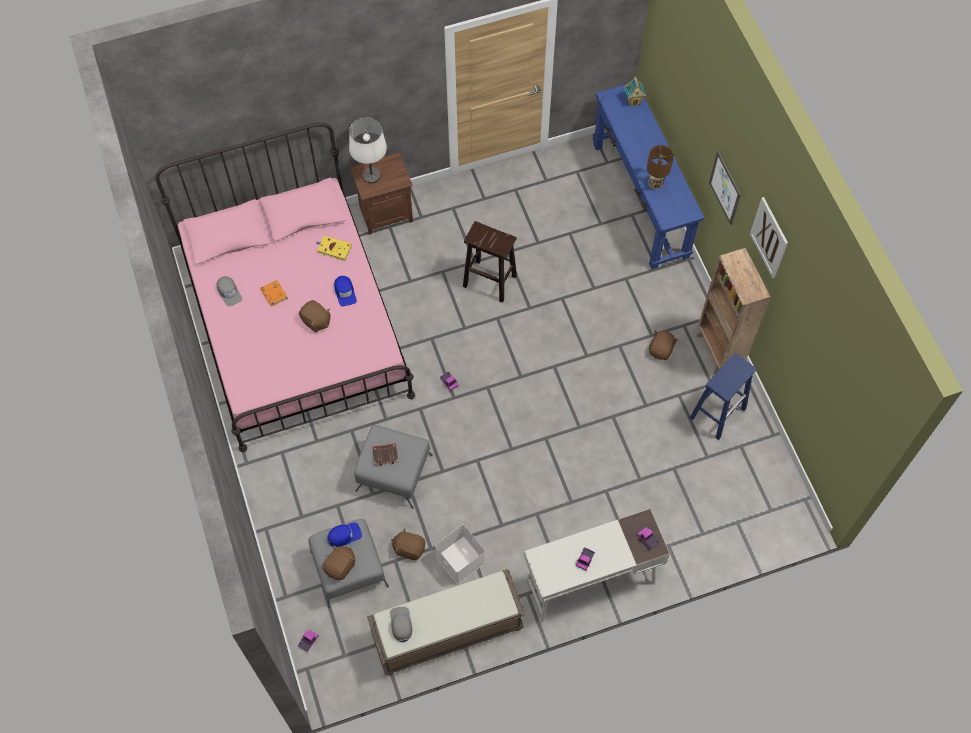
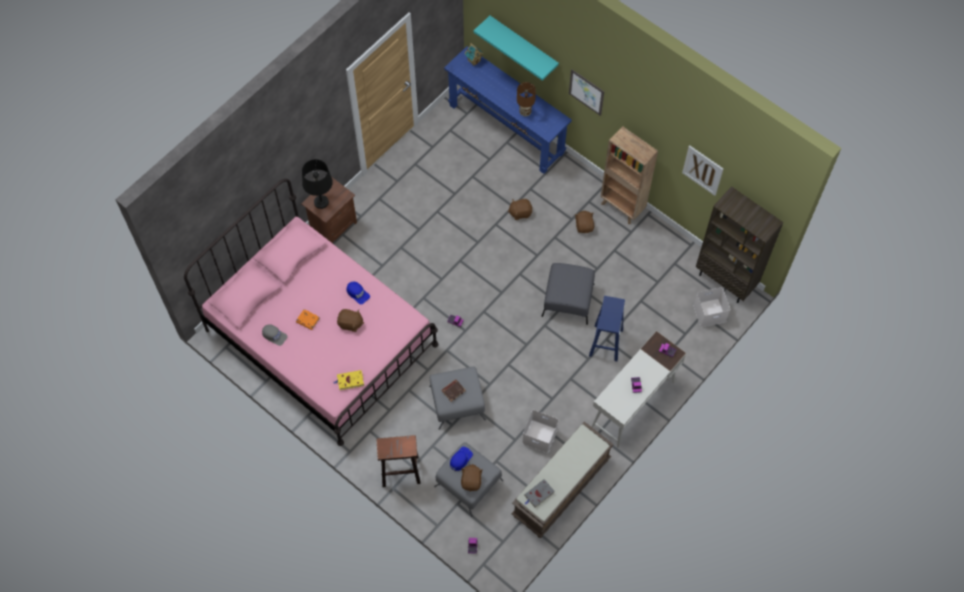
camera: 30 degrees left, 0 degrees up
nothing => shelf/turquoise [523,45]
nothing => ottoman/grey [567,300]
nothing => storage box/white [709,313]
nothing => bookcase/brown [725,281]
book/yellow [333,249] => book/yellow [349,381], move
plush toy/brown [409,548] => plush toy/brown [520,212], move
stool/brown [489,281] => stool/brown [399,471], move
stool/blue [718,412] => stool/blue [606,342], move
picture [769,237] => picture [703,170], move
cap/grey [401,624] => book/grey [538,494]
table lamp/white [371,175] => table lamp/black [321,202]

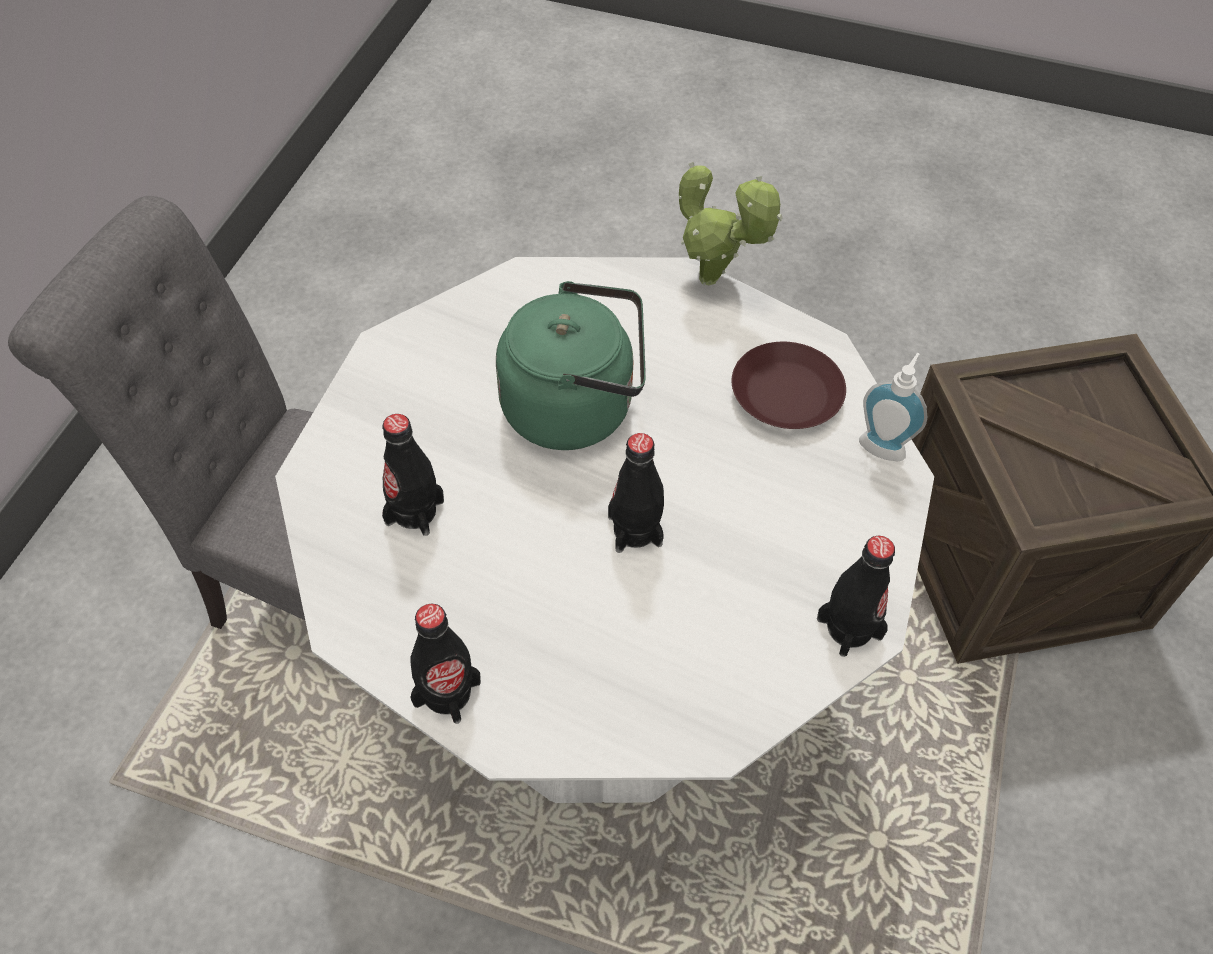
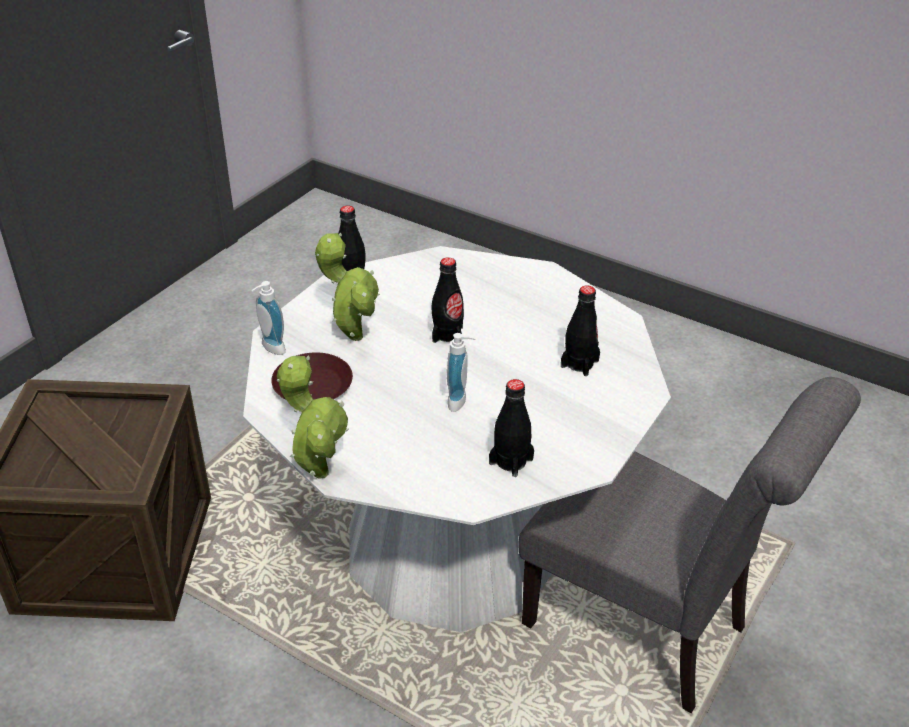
camera: 165 degrees left, 15 degrees down
nothing => potted plant [352,334]
bottle/black [447,693] => bottle/black [511,461], move
kettle/green [576,407] => soap dispenser [460,401]

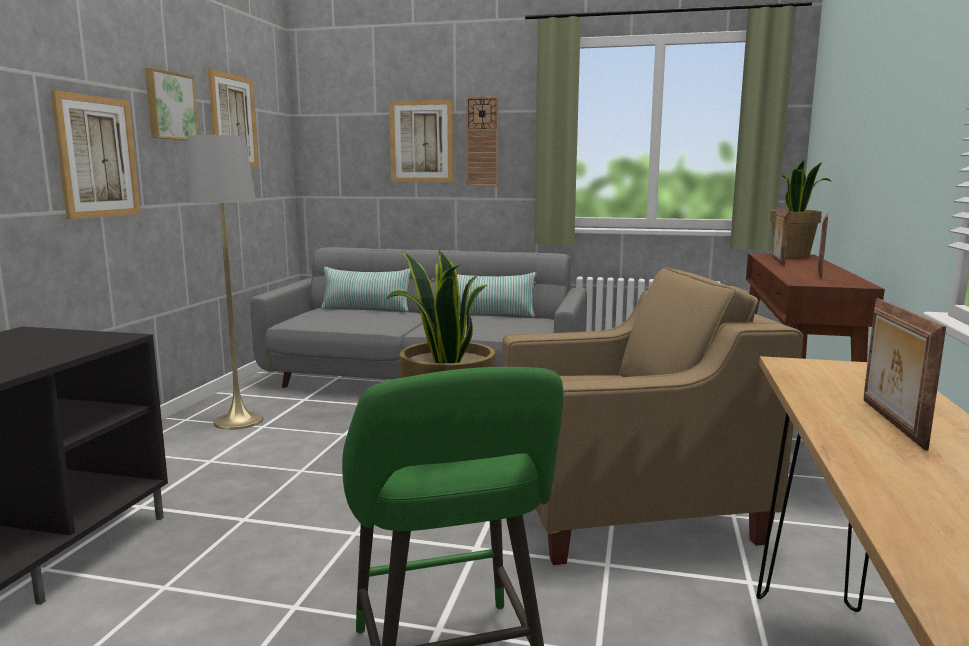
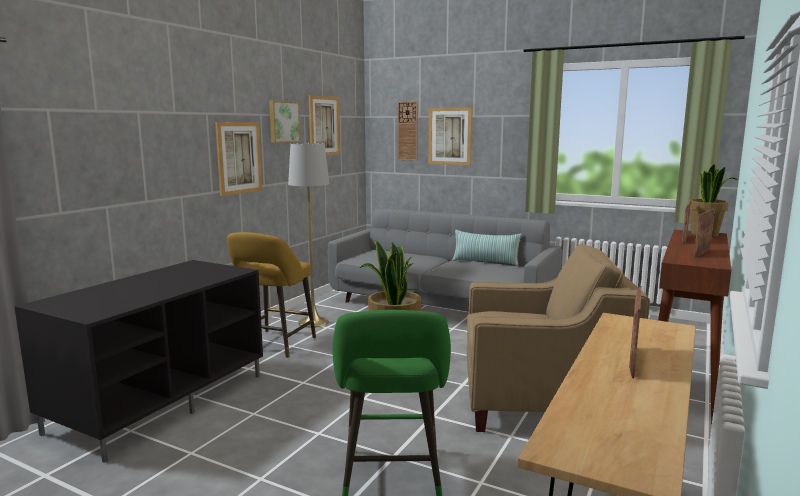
camera: 15 degrees right, 0 degrees up
pillow [366,309] => nothing
nothing => stool/yellow [274,345]
wall clock [482,142] => wall clock [408,131], move

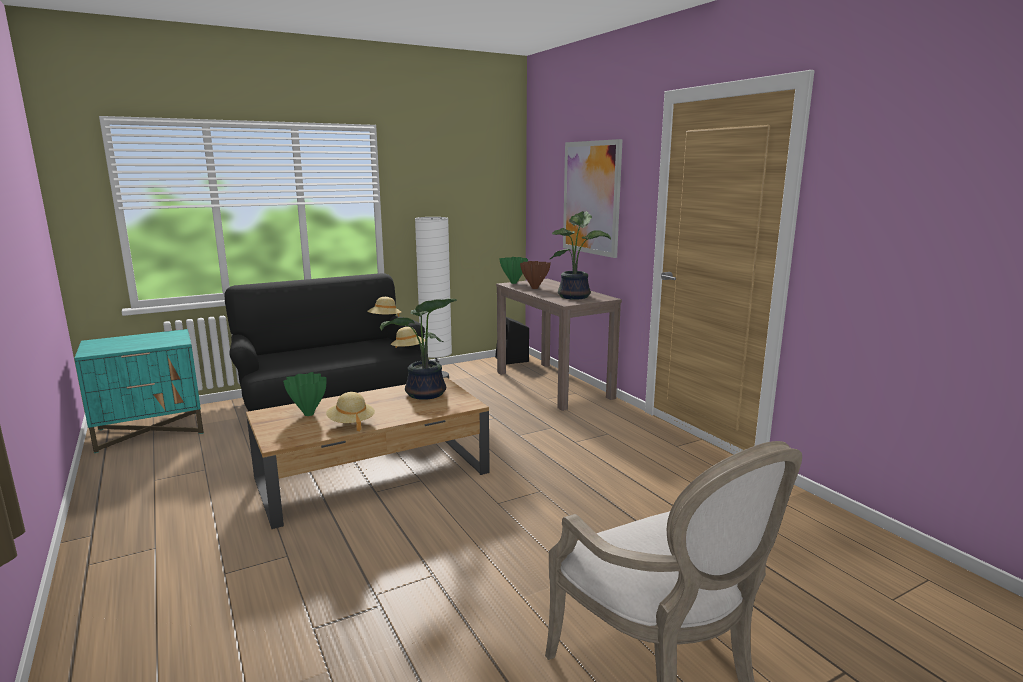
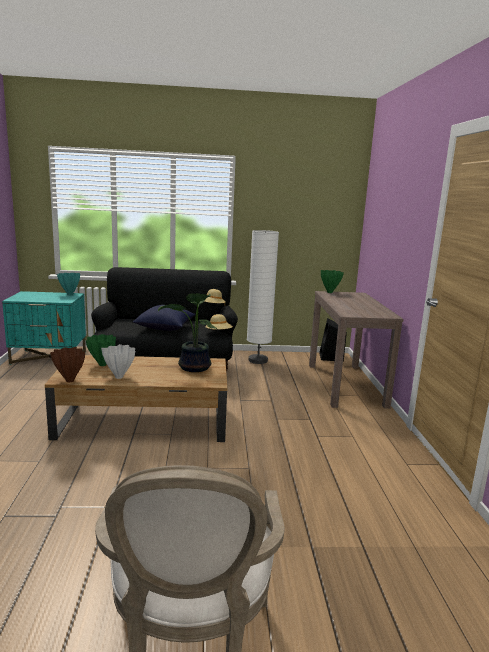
camera: 25 degrees right, 0 degrees up
potted plant [576,296] => nothing
picture [591,198] => nothing
nothing => vase/turquoise [69,294]
nothing => pillow/blue [164,328]
vase/brown [534,288] => vase/brown [69,380], move
hat/beige [351,423] => vase/white [119,377]

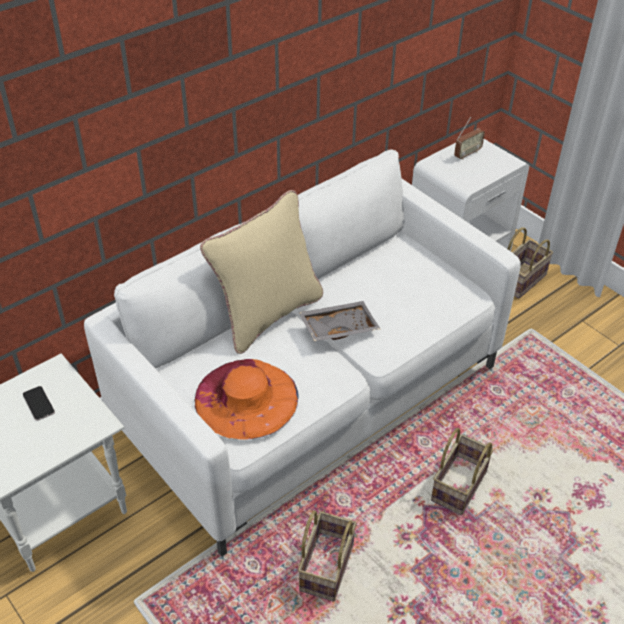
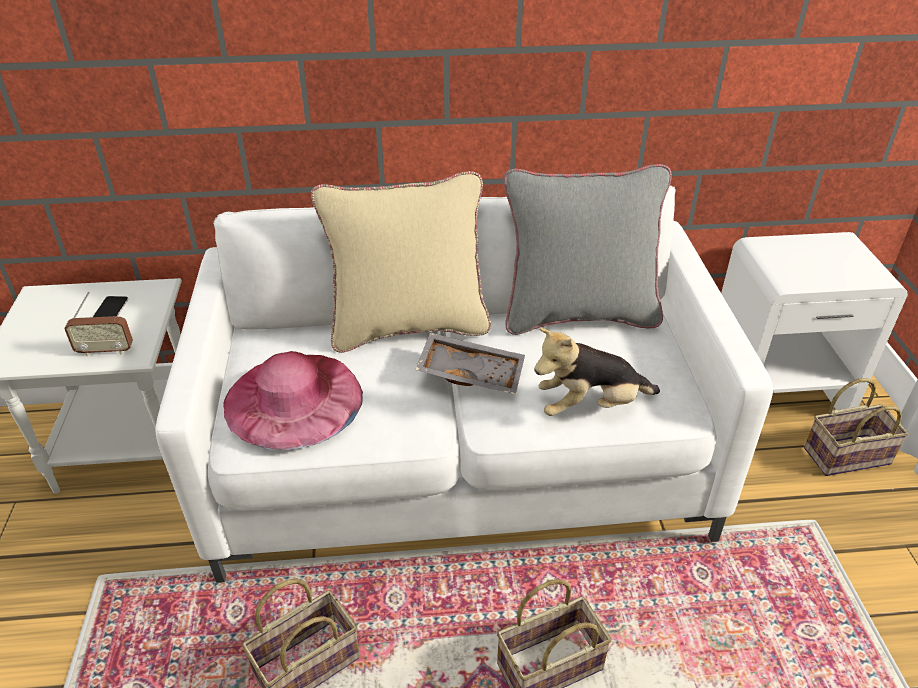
camera: 35 degrees right, 5 degrees down
nothing => pillow/grey [578,315]
nothing => plush toy [590,406]
radio [467,154] => radio [105,351], move
hat/orange [246,398] => hat/pink [293,399]

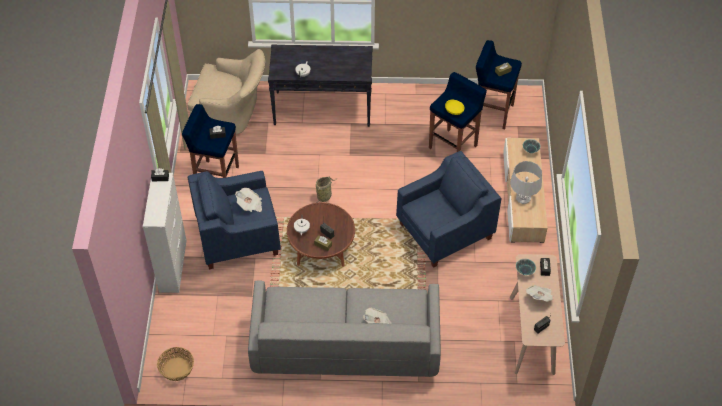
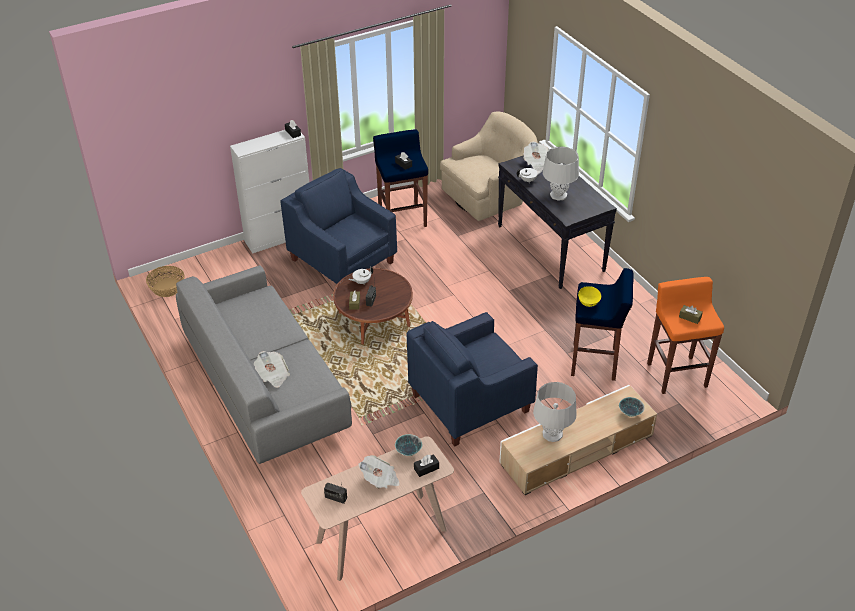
camera: 60 degrees right, 10 degrees down
basket [324,196] => nothing
nothing => table lamp/grey [558,195]
newspaper [250,205] => newspaper [536,163], move
stool/blue [492,113] => stool/orange [676,374]
armchair/beige [232,111] => armchair/beige [488,195], 105 degrees counterclockwise
armchair/blue [445,231] => armchair/blue [470,403], 120 degrees clockwise

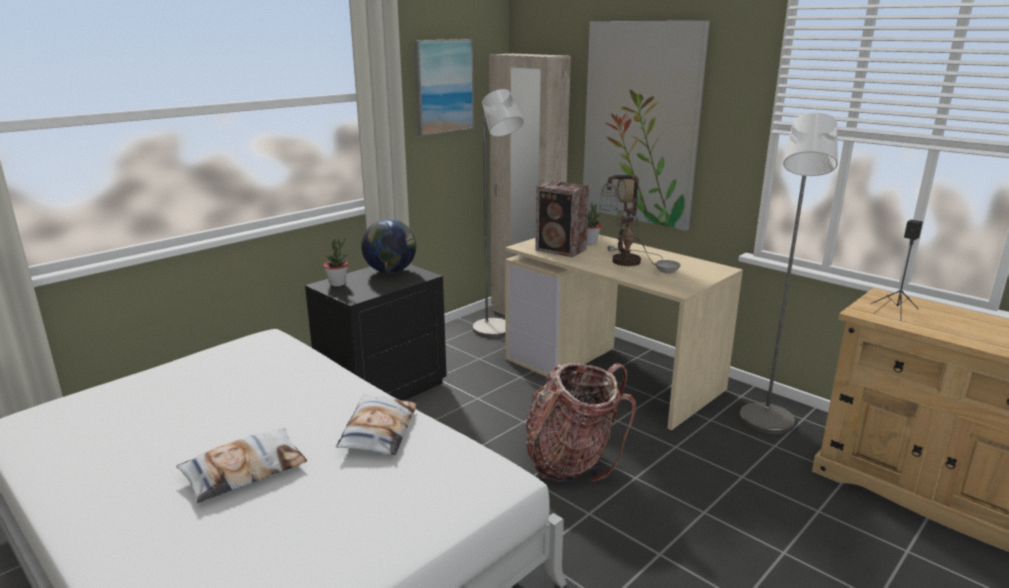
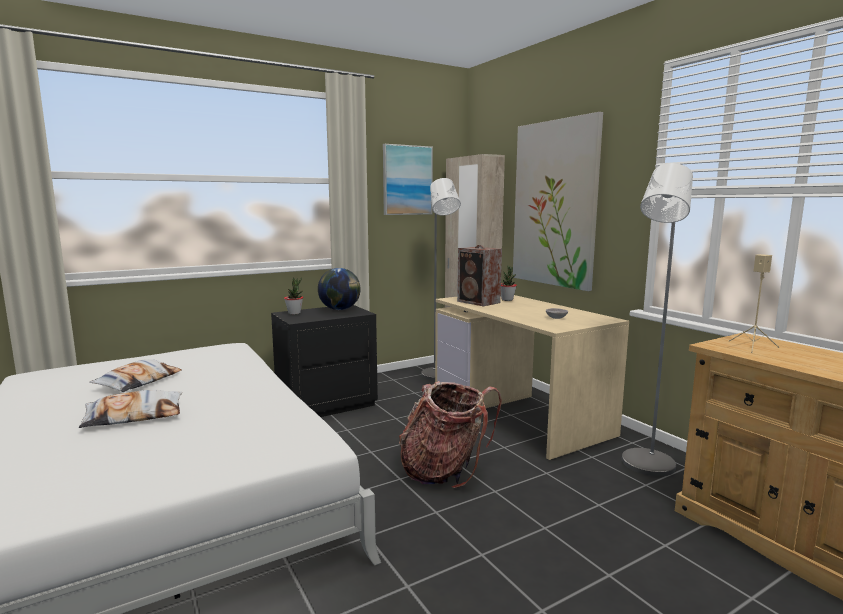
camera: 15 degrees right, 10 degrees down
table lamp [625,262] => nothing
pillow [378,431] => pillow [138,382], move
speaker/black [896,310] => speaker/beige [753,347]

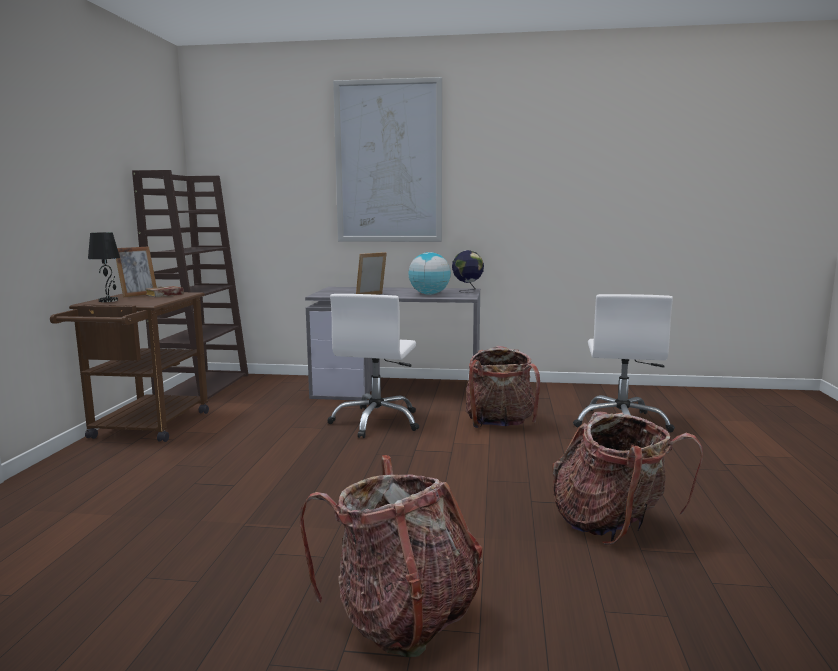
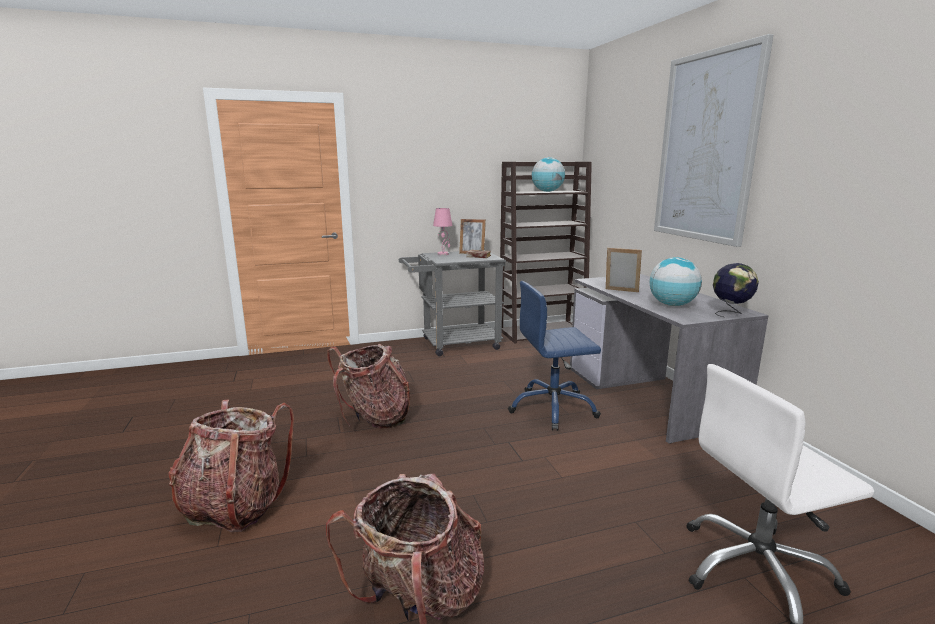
camera: 65 degrees right, 5 degrees up
nothing => globe [547,191]
backpack [499,423] => backpack [375,418], move
cart/brown [145,428] => cart/grey [453,344]
table lamp/black [108,300] => table lamp/pink [443,254]
office chair/white [377,422] => office chair/blue [553,408]

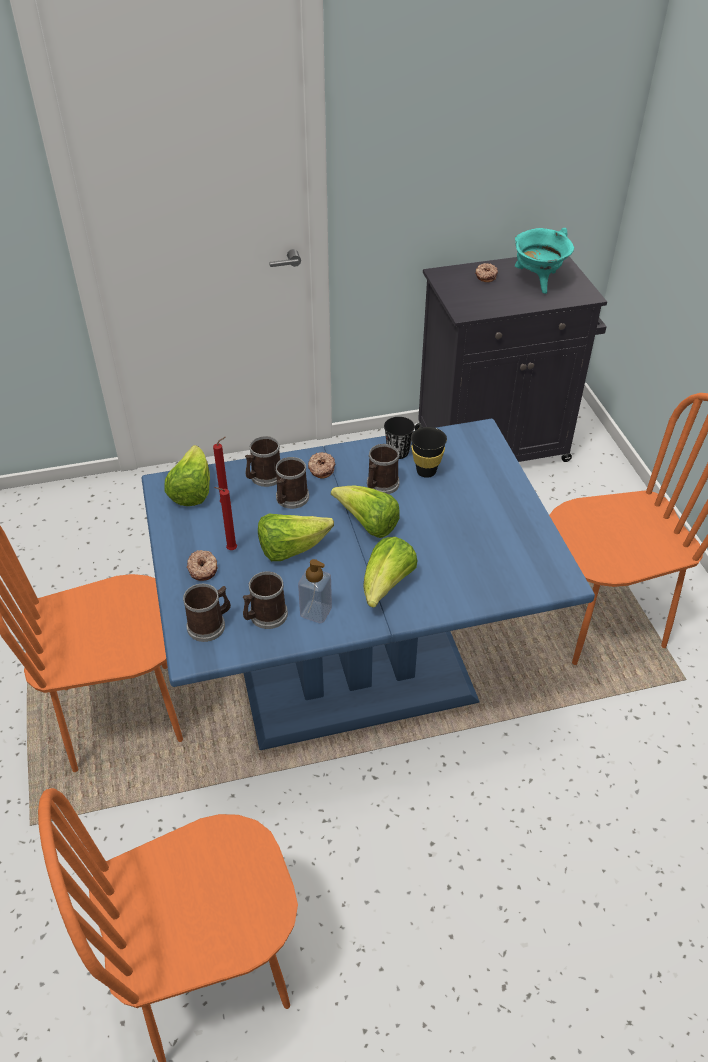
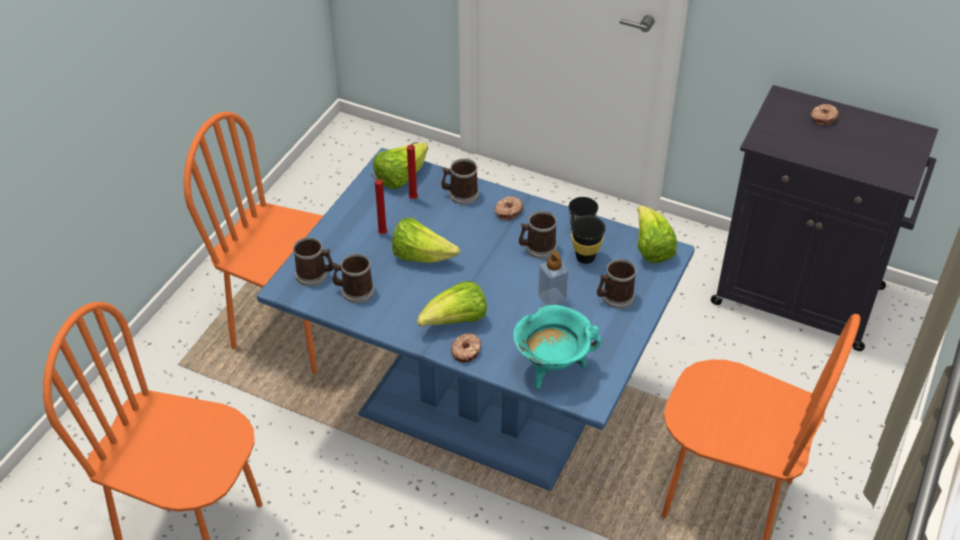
camera: 40 degrees right, 0 degrees up
donut [203,569] => donut [466,351], move
mug [290,499] => mug [614,298], move
soap dispenser [316,612] => soap dispenser [552,298], move
lettuce [367,524] => lettuce [651,248], move
cooking pot/turquoise [538,281] => cooking pot/turquoise [552,368], move

